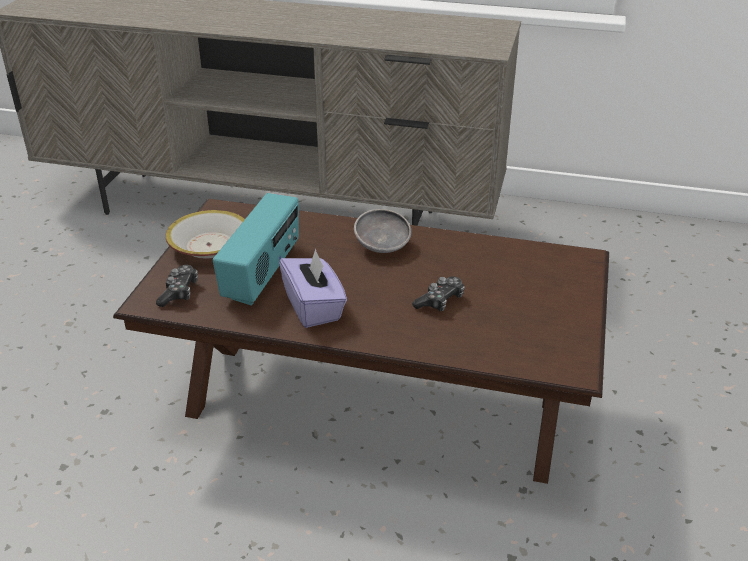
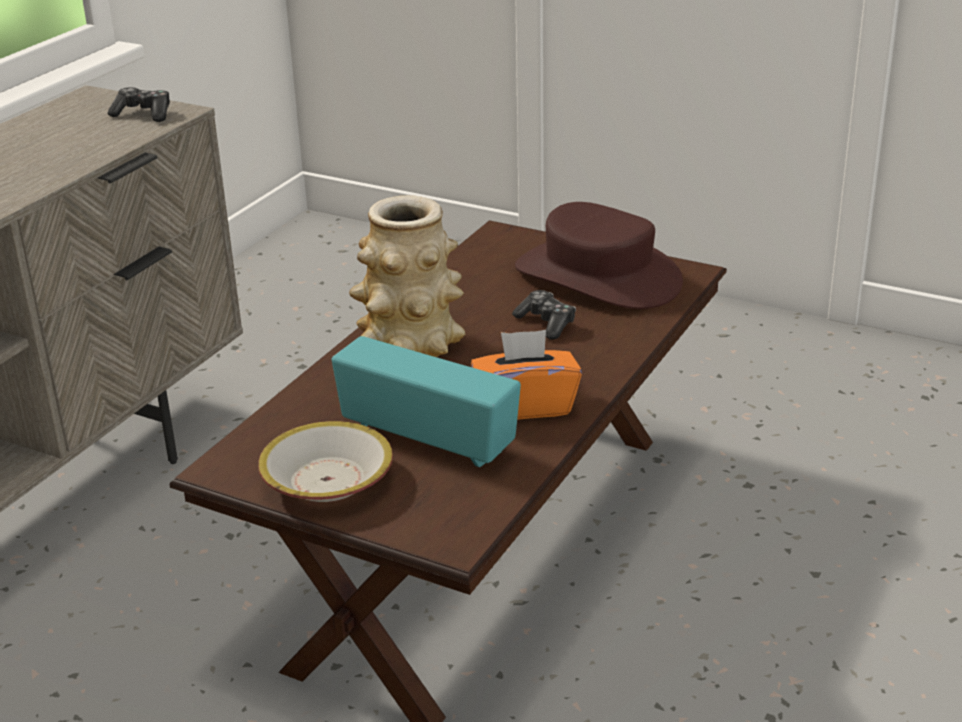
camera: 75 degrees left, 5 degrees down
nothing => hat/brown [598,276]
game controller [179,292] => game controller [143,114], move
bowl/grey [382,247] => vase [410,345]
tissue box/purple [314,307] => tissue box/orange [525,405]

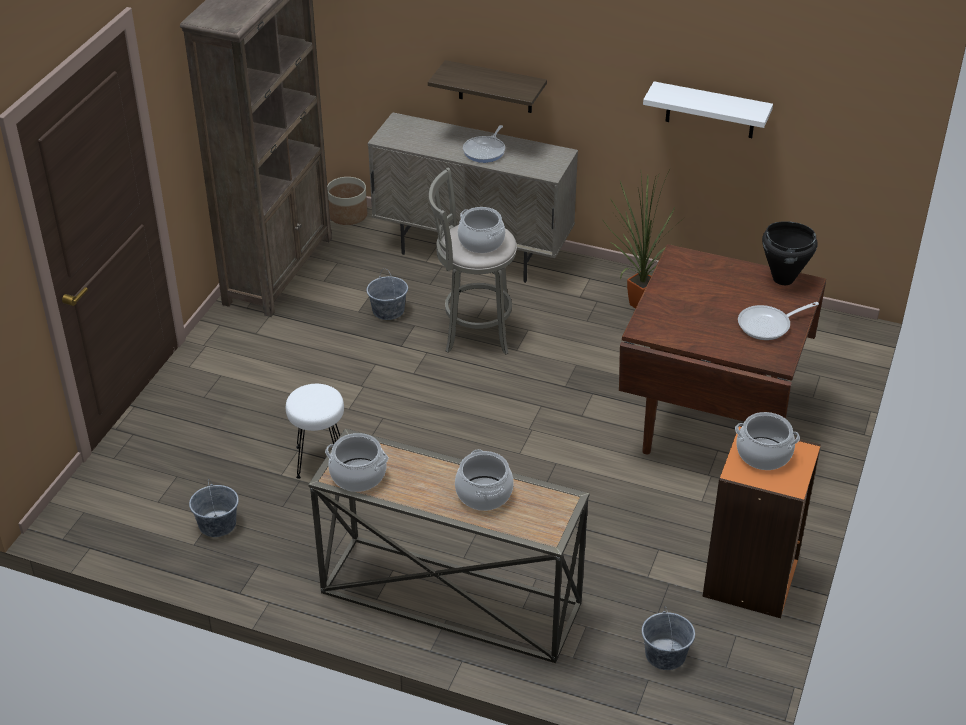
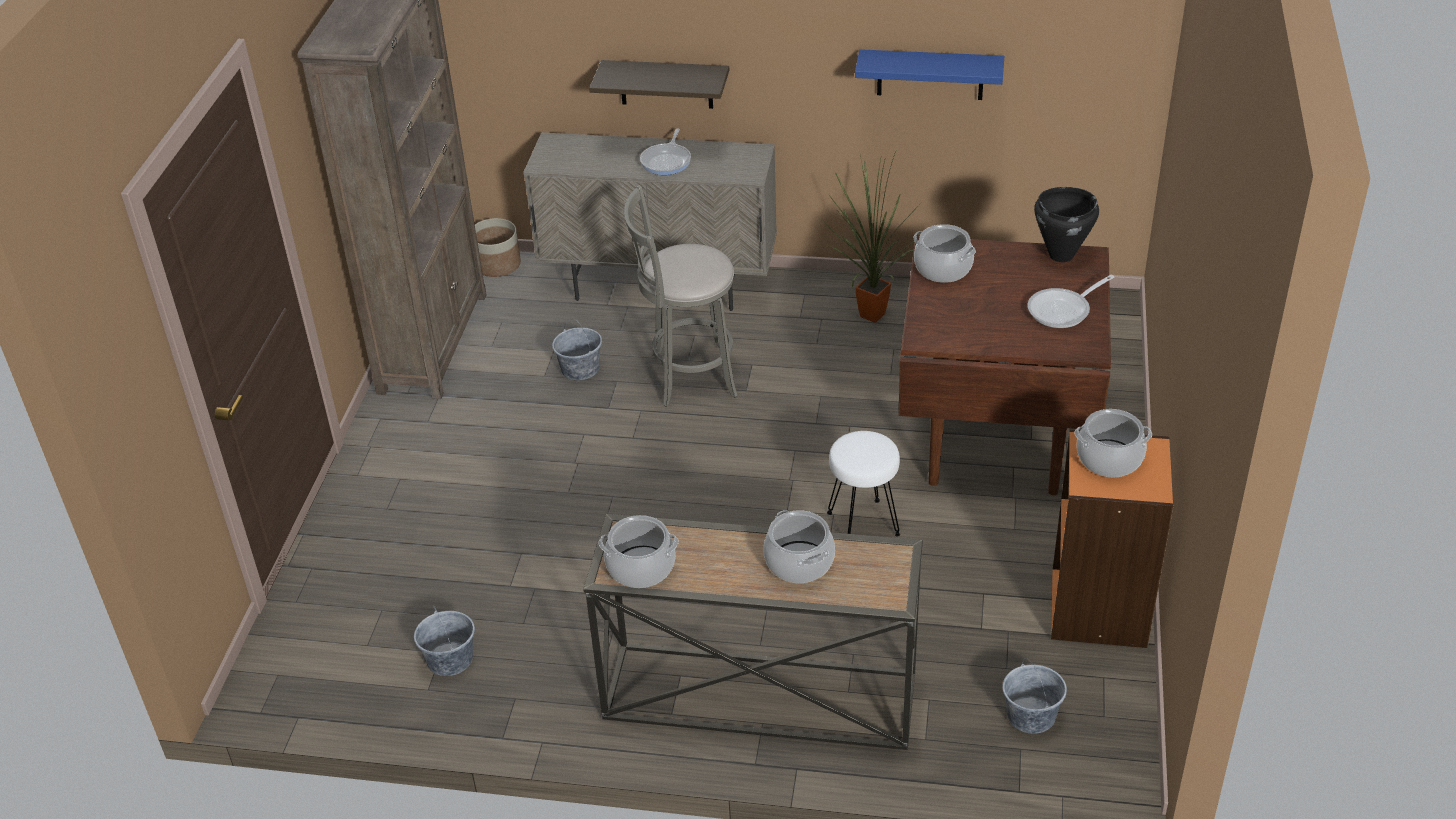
camera: 10 degrees left, 0 degrees up
stool/white [320,461] => stool/white [863,525], move
cooking pot [481,242] => cooking pot [942,269], move
shelf/white [710,110] => shelf/blue [930,74]

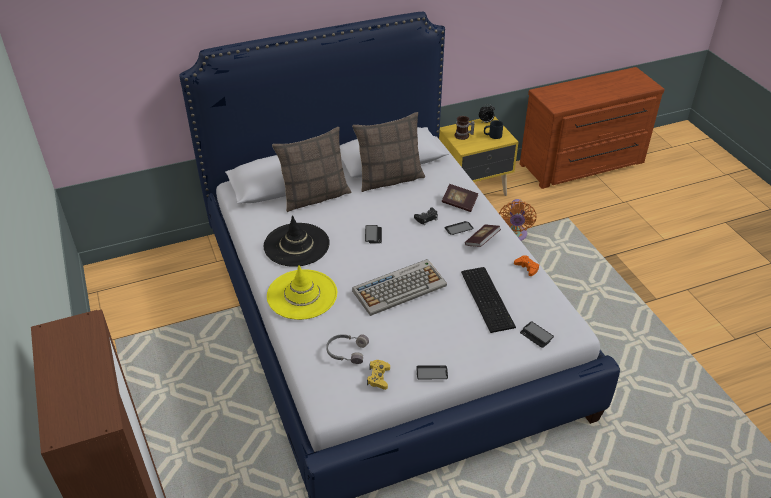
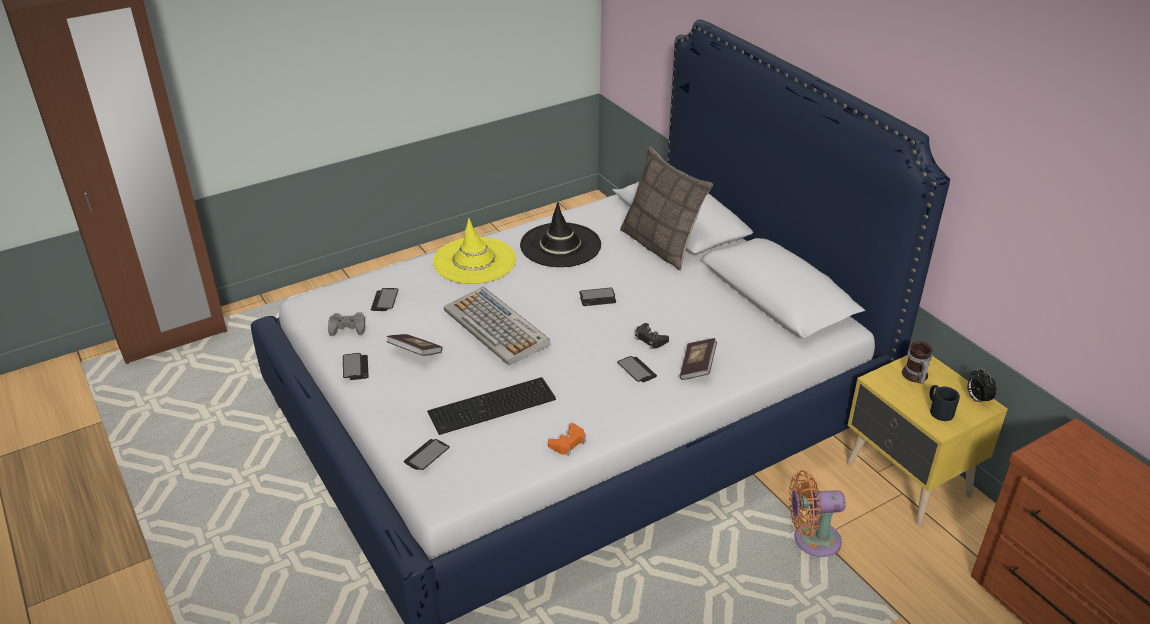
camera: 80 degrees right, 5 degrees down
pillow [389,179] => nothing
book [482,241] => book [415,353], move
headphones/grey [346,351] => phone [384,300]
game controller/yellow [378,377] => game controller/grey [347,328]

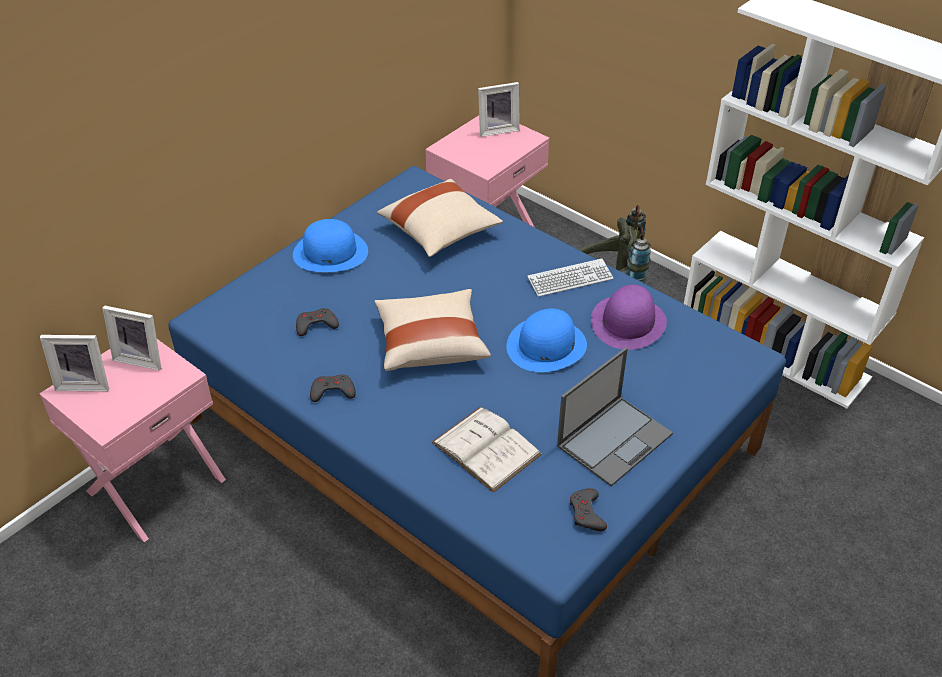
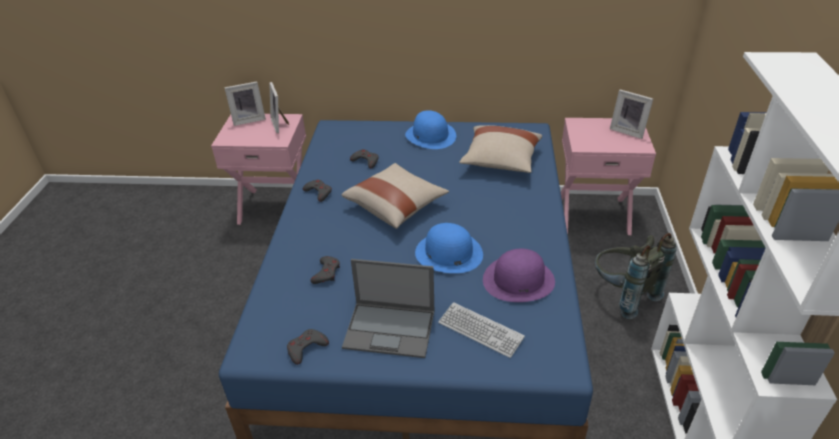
camera: 55 degrees right, 5 degrees down
keyboard [570,279] => keyboard [480,330], move
book/white [486,448] => game controller/grey [326,273]
picture frame [85,382] => picture frame [248,119], 75 degrees counterclockwise

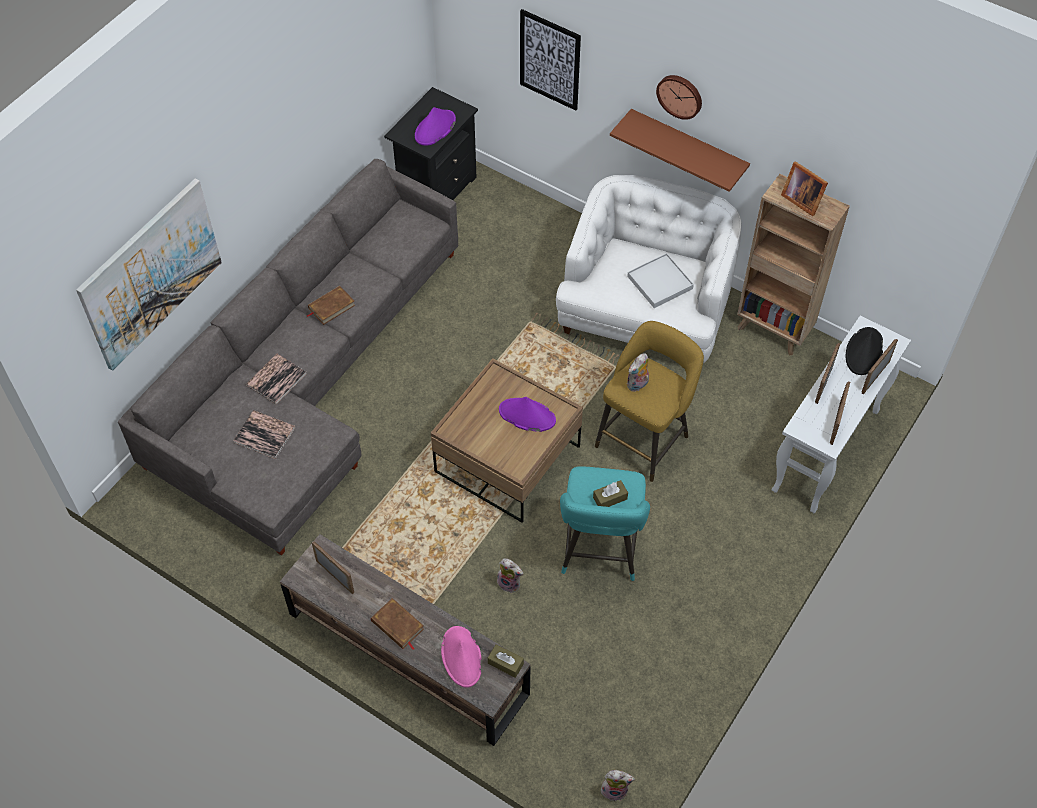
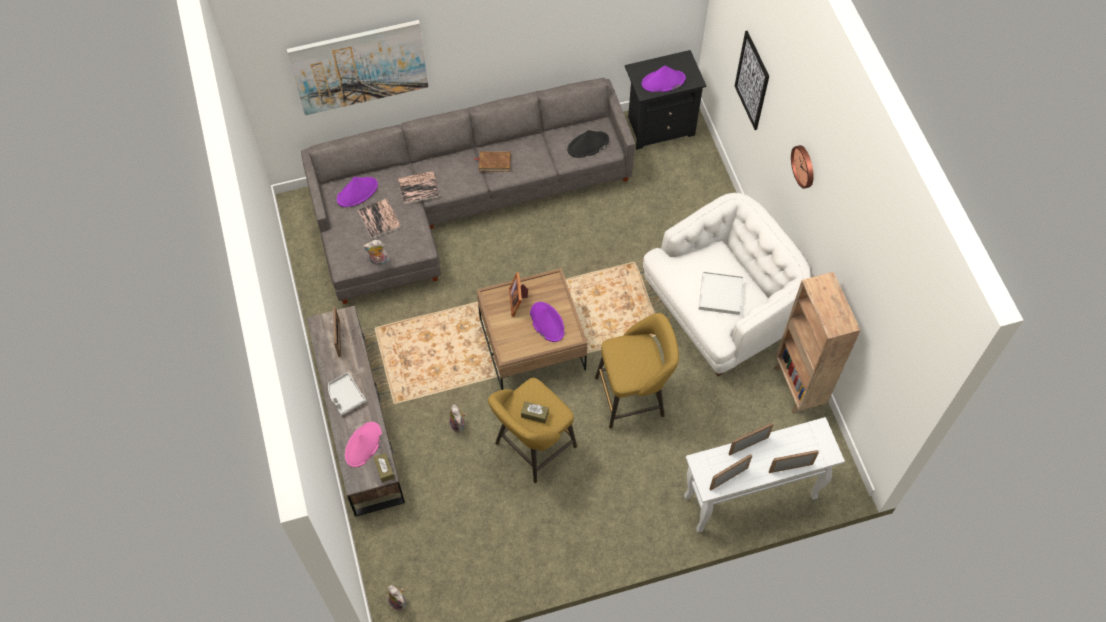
camera: 40 degrees right, 5 degrees up
shelf/brown [688,148] => nothing
nothing => hat/purple [357,192]
plush toy [637,385] => plush toy [378,261], move
picture frame [801,199] => picture frame [518,300], move
hat/black [864,352] => hat/black [588,145], move
book/brown [397,625] => tray/grey [345,396]
stool/turquoise [600,552] => stool/yellow [532,448]

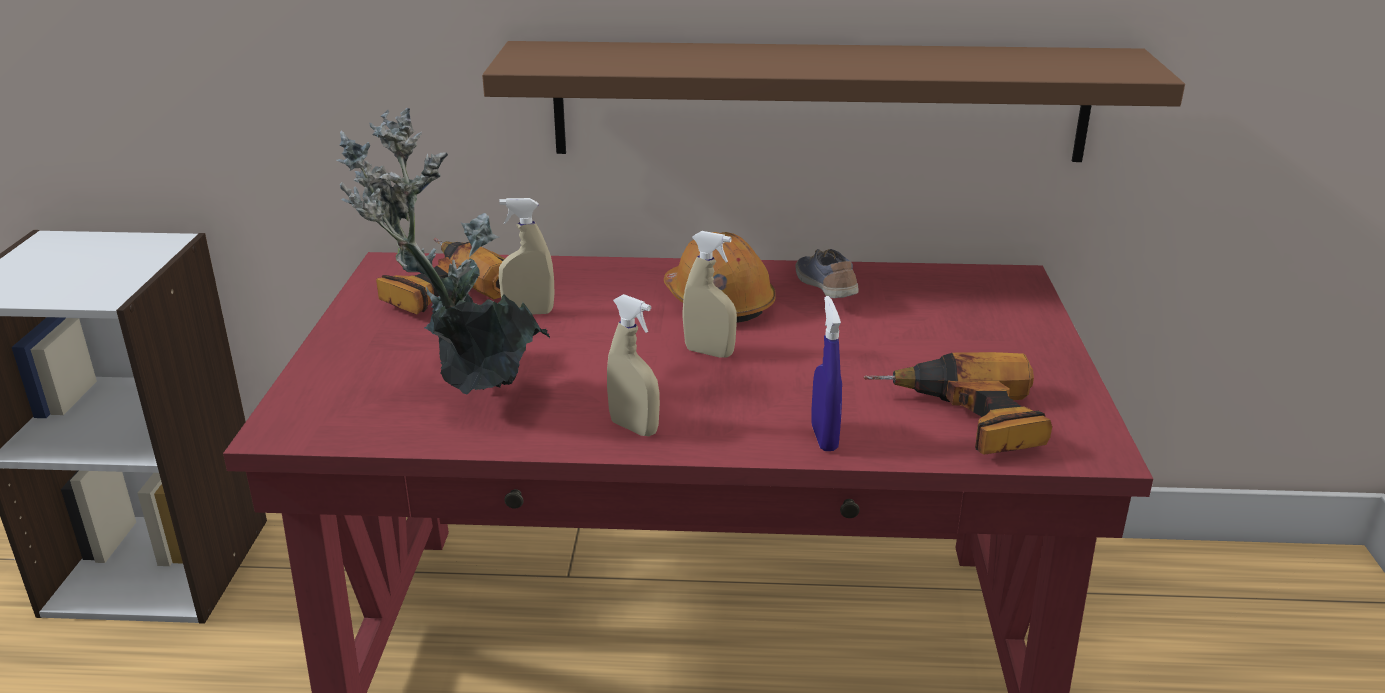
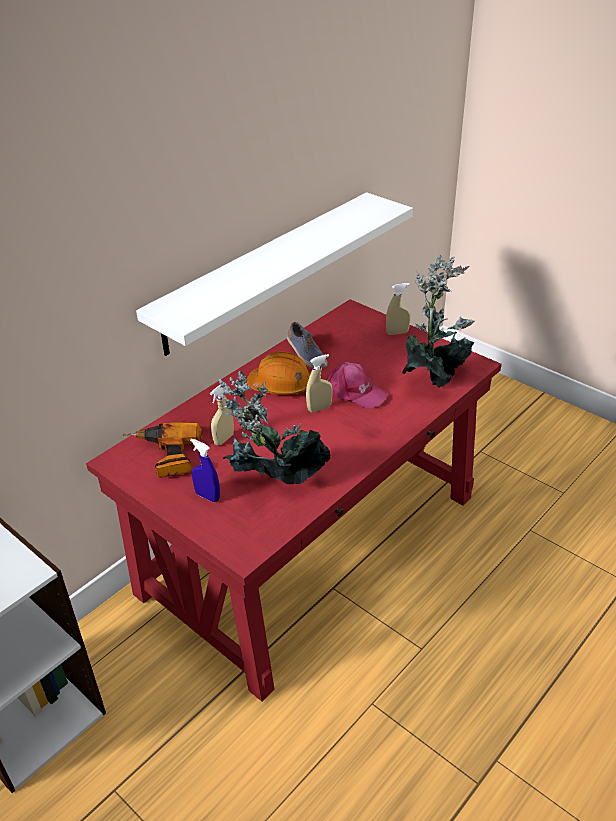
camera: 50 degrees left, 10 degrees up
nothing => cap/pink [354,392]
spray bottle/beige [634,428] => spray bottle/beige [397,333], move
spray bottle/blue [824,438] => spray bottle/blue [207,496], move
power drill [967,421] => potted plant [433,378]
shelf/brown [819,101] => shelf/white [266,271]
shoe [826,290] => shoe [305,355], 150 degrees counterclockwise

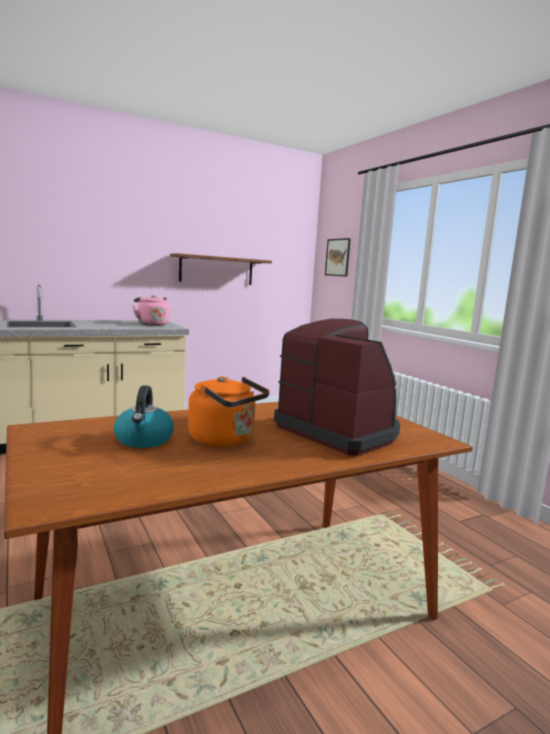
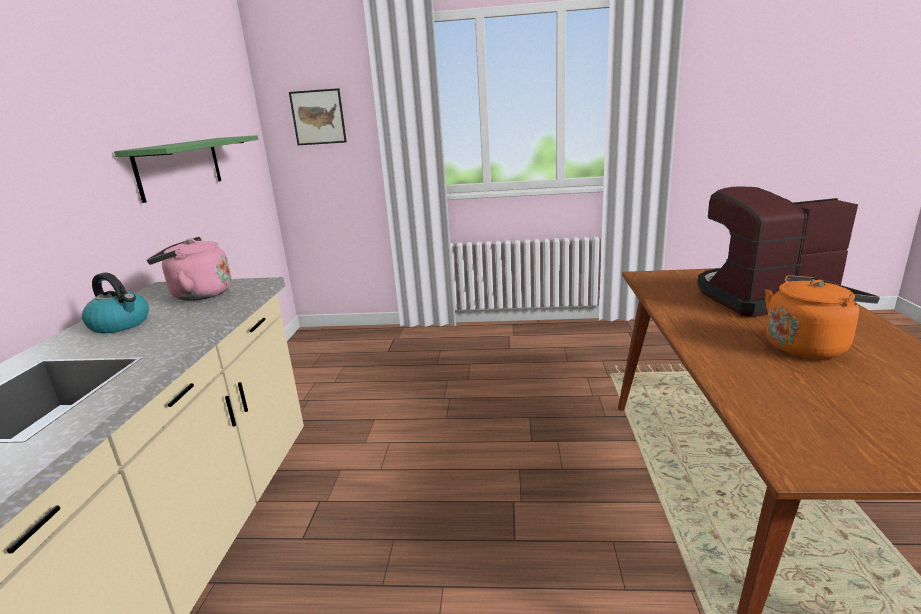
camera: 55 degrees left, 10 degrees up
kettle [144,440] => kettle [121,324], move
shelf/brown [216,270] => shelf/green [180,167]

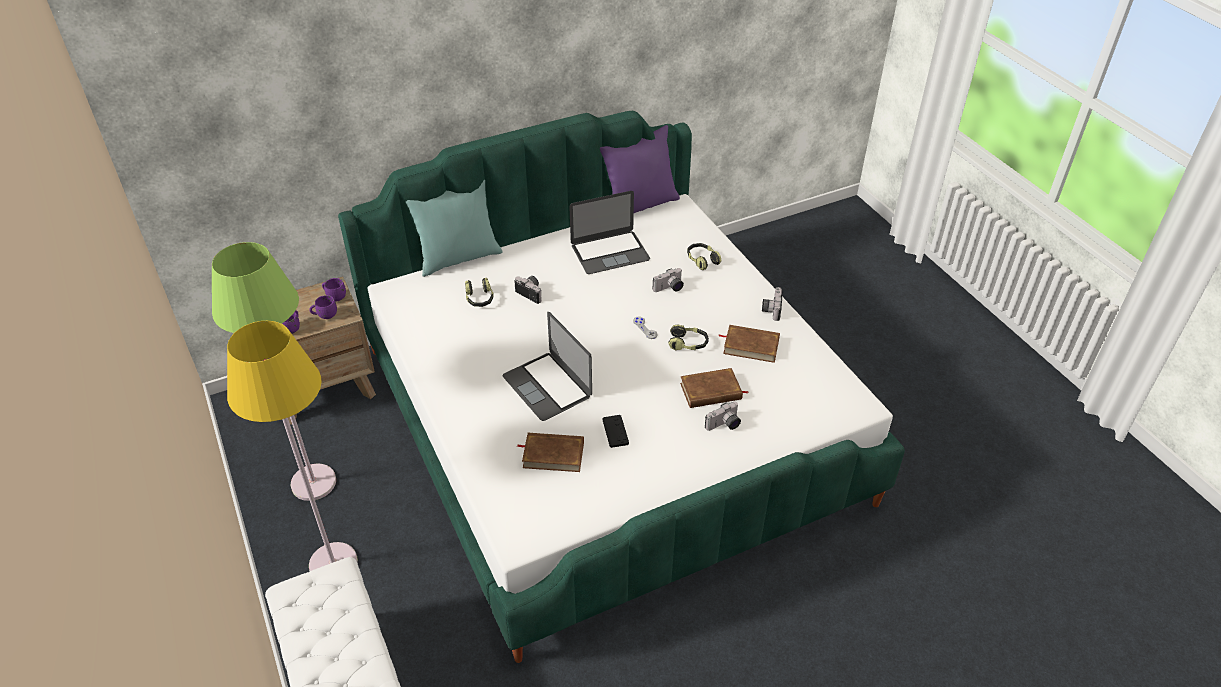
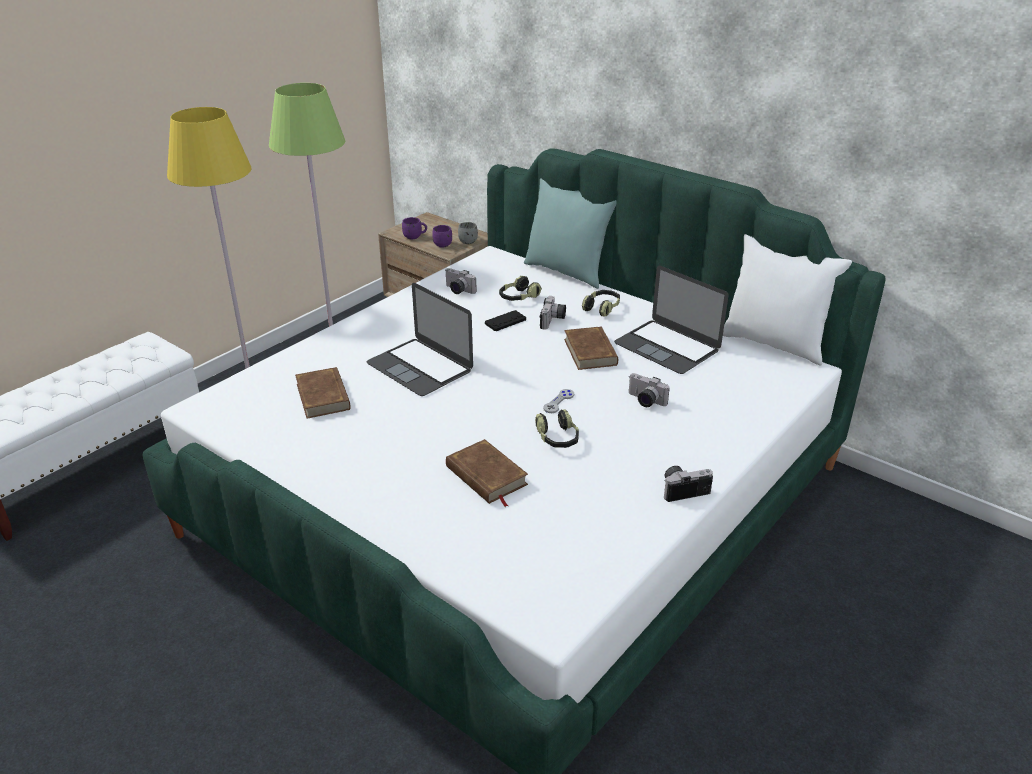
camera: 65 degrees right, 10 degrees down
game controller/black [615,431] => game controller/black [505,321], move
headphones [702,260] => headphones [602,308], move
photo camera [724,425] => photo camera [457,290], move
book/brown [751,346] => book/brown [590,352], move
mug/purple [334,296] => mug/grey [468,240]
pillow/purple [640,205] => pillow/white [774,343]
laptop [547,386] => laptop [420,367], 75 degrees counterclockwise

